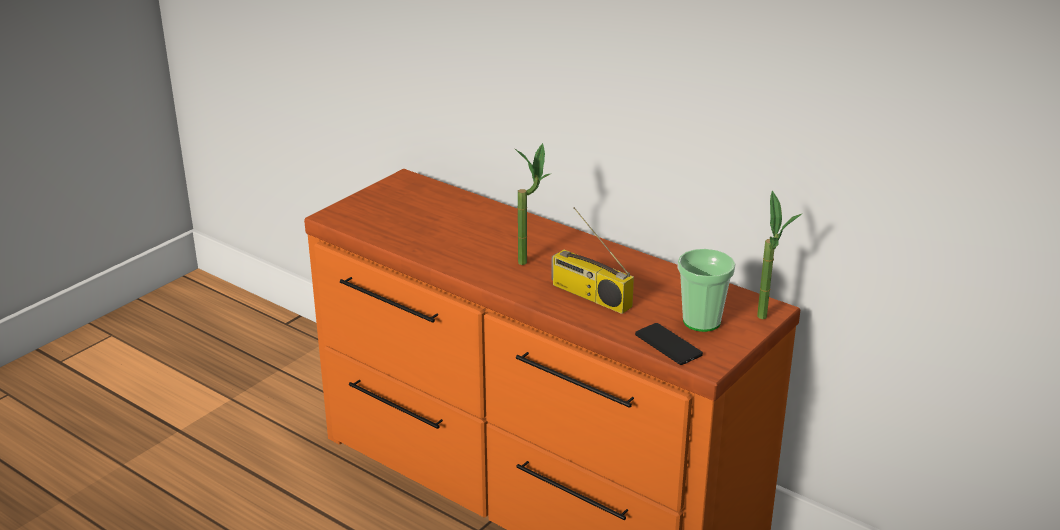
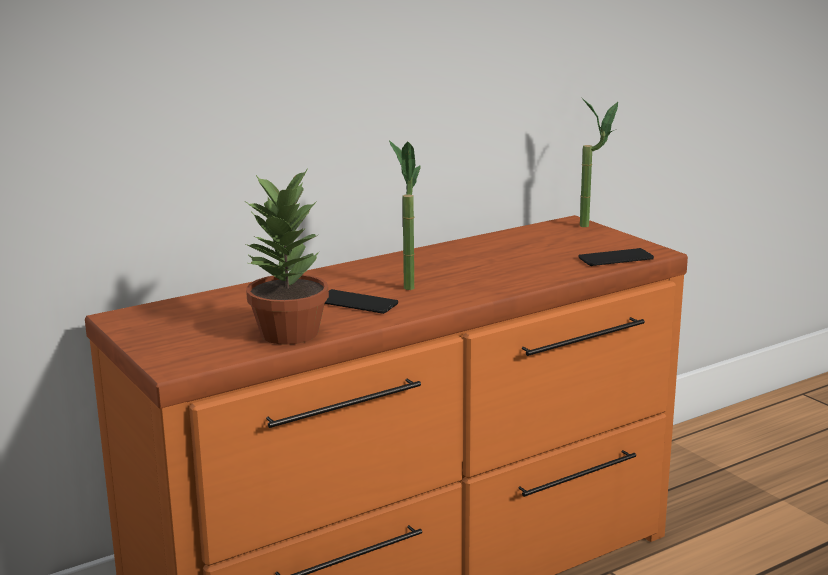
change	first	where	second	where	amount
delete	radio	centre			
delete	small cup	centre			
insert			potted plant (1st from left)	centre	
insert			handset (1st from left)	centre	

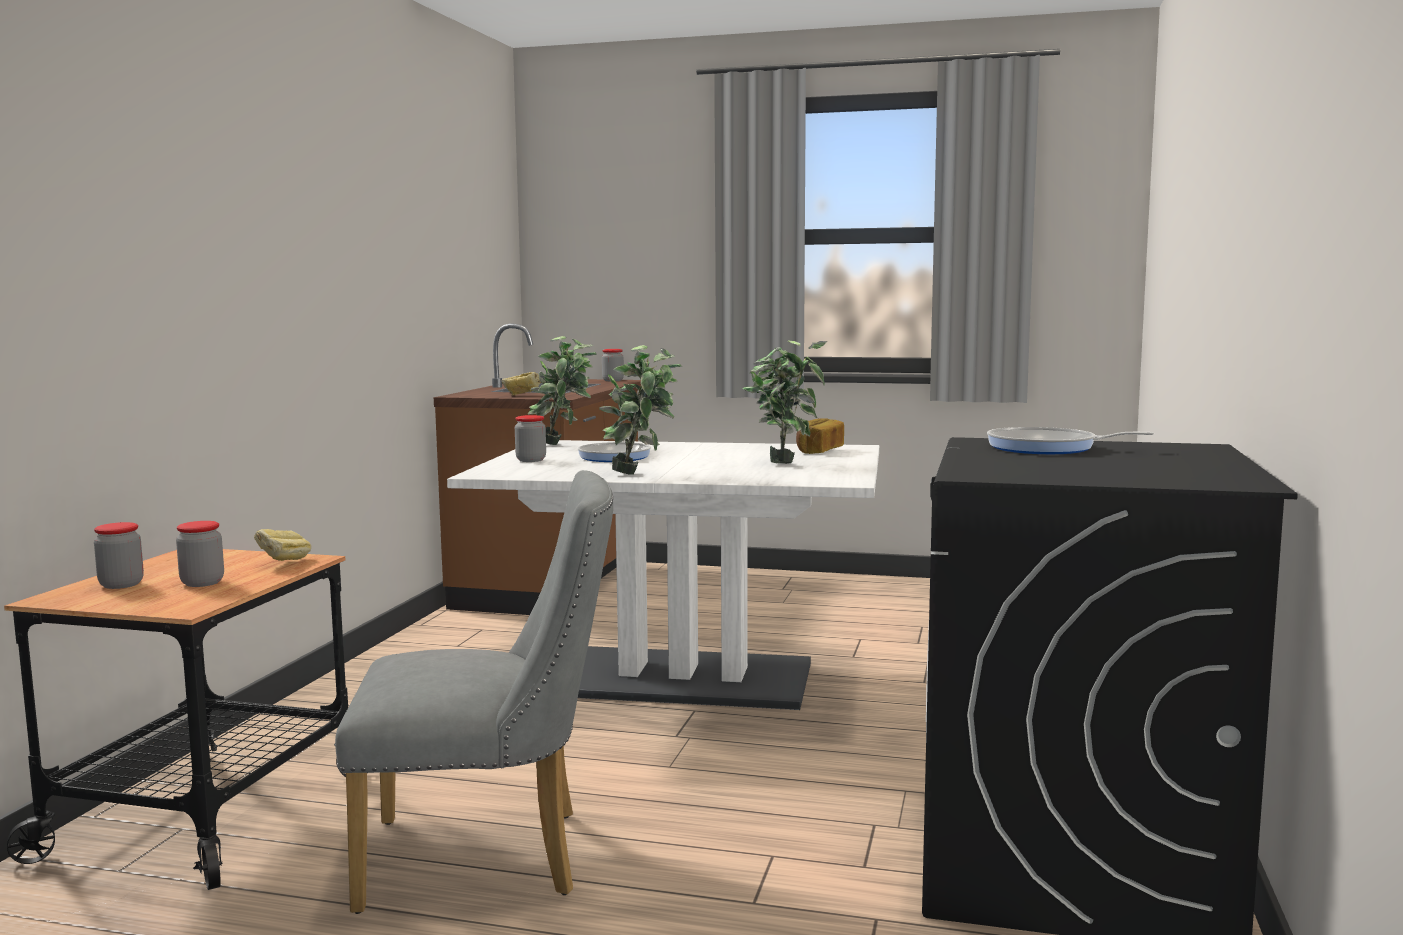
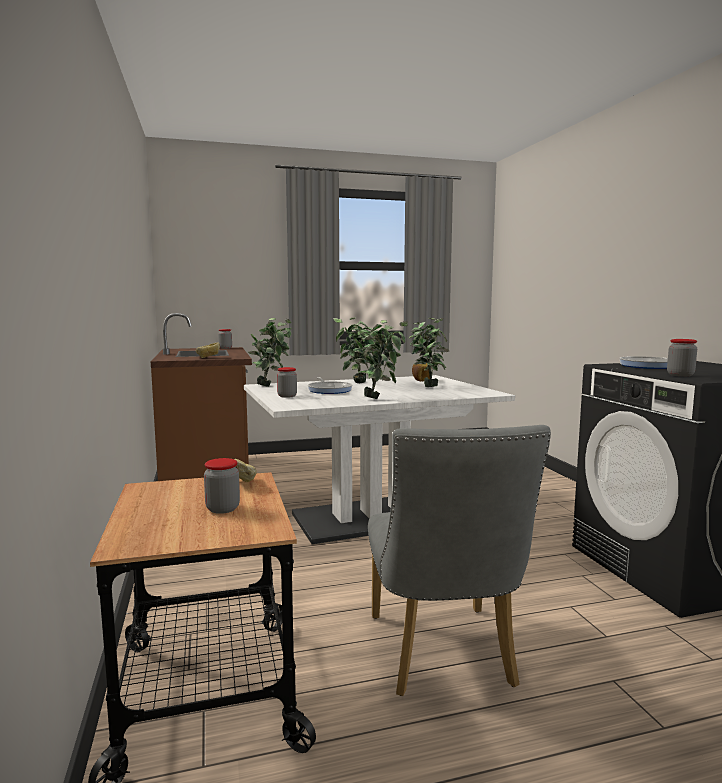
change	first	where	second	where	amount
rotate	upright chair/gray	bottom centre		bottom centre	120 degrees clockwise
move	preserve jar (1st from left in the first image)	middle left	preserve jar (4th from left)	middle right	
insert			potted plant (2nd from left)	centre	

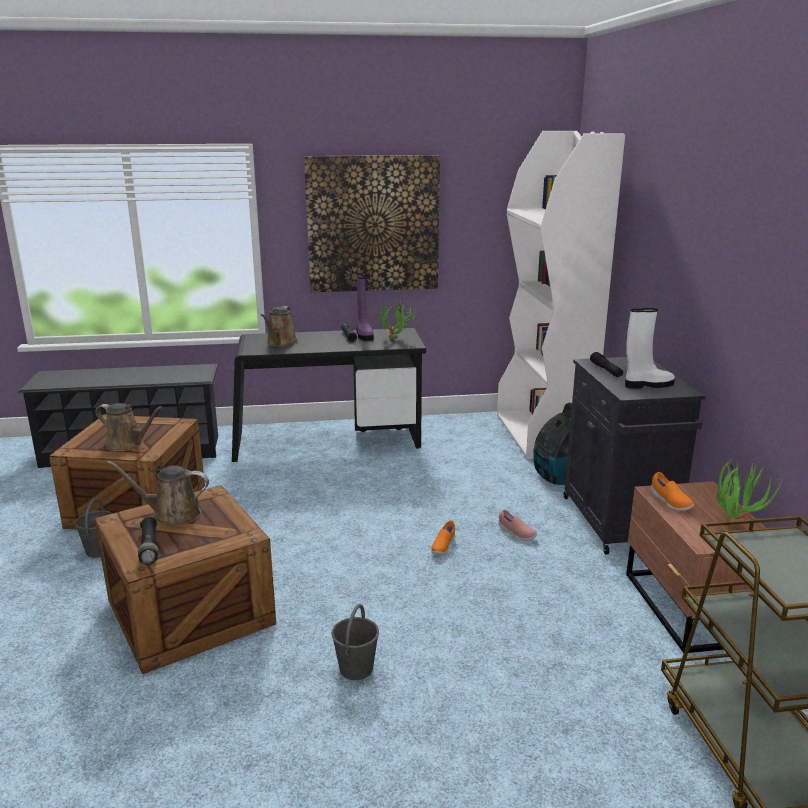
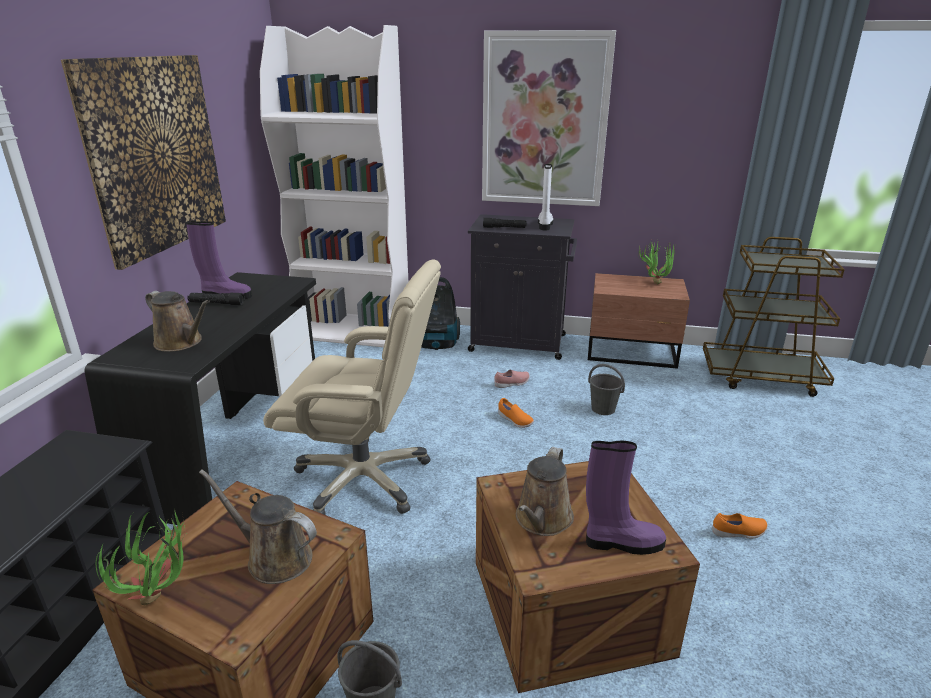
change	first	where	second	where	amount
move	potted plant (1st from left)	centre		bottom left	
rotate	watering can/brownish (1st from left in the first image)	middle left	watering can/brownish (2nd from left)	bottom left	105 degrees counterclockwise
move	low shoe/orange (2nd from left)	middle right		bottom right	
replace	hand torch/blackish (1st from left)	bottom left	high-top boot/purple (2nd from left)	bottom right	
move	water bucket/gray (2nd from left)	bottom centre		centre	
insert			wall art (2nd from left)	top centre	
insert			office chair/sand-coloured	centre	

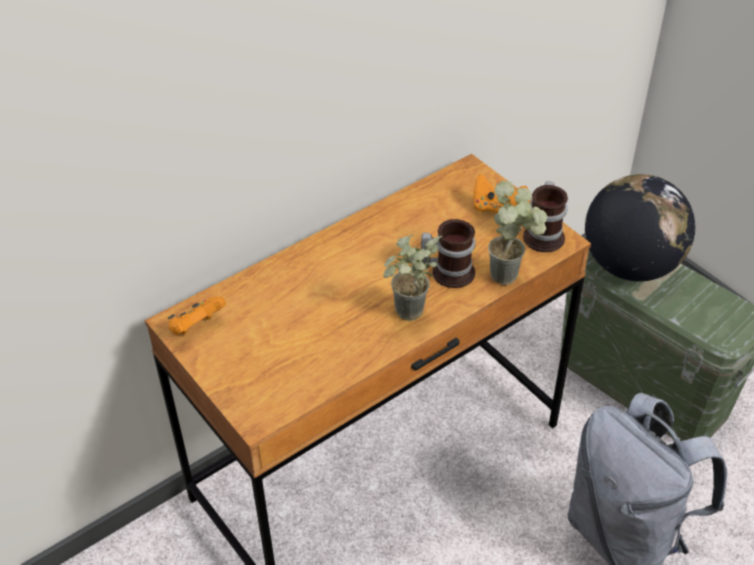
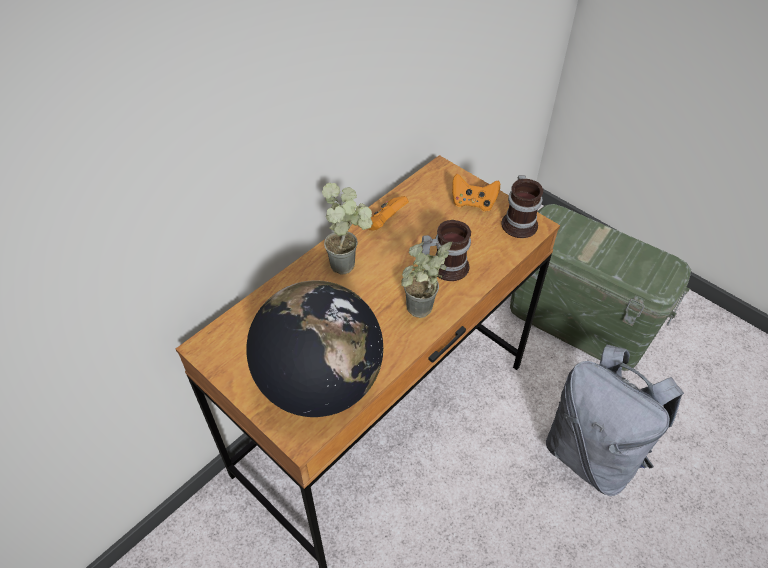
change	first	where	second	where	amount
move	globe	middle right		centre	
move	potted plant (2nd from left in the first image)	middle right	potted plant (1st from left)	centre	
move	gamepad/orange (1st from left)	middle left		centre	

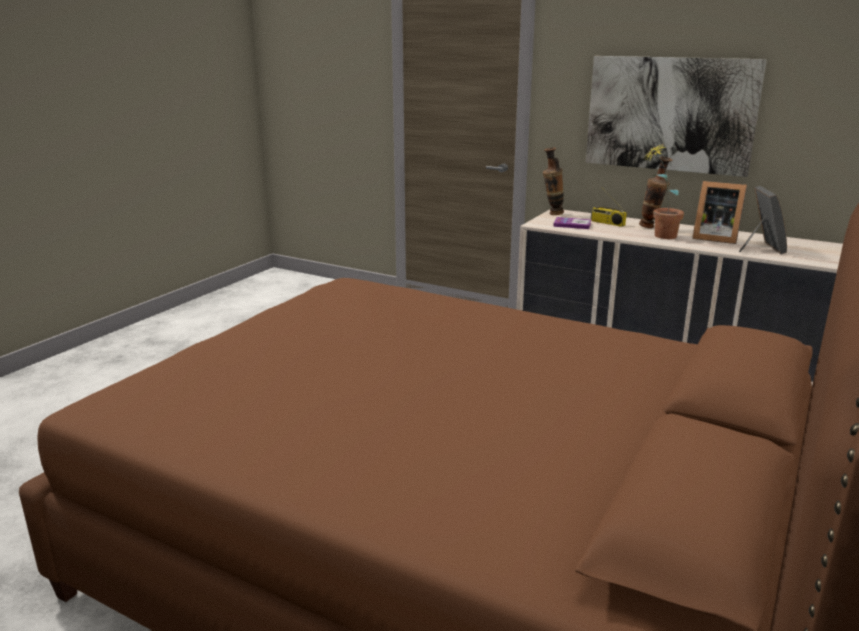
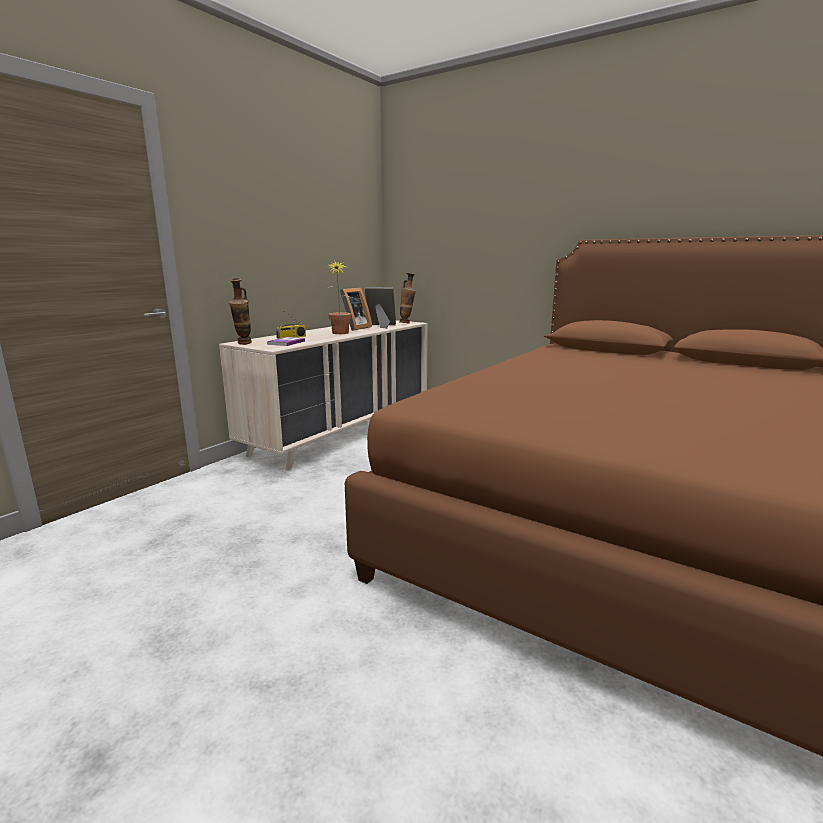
change	first	where	second	where	amount
delete	wall art	top right			
move	flower vase (2nd from left)	top right		centre	

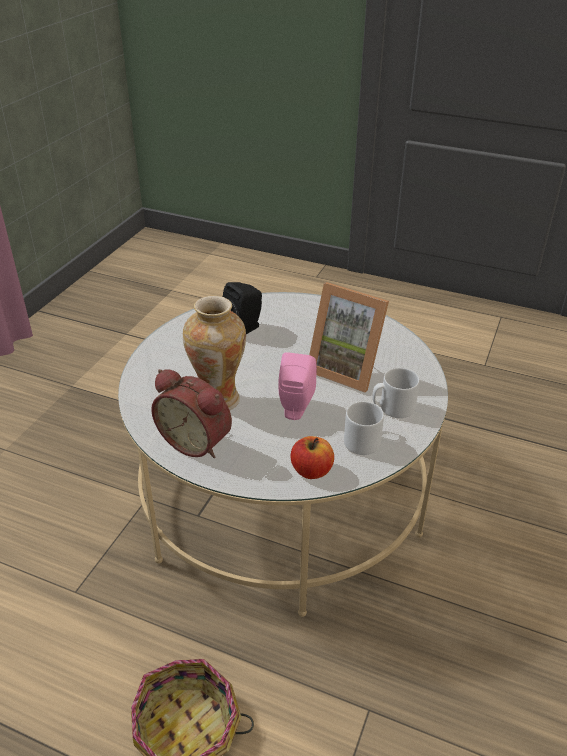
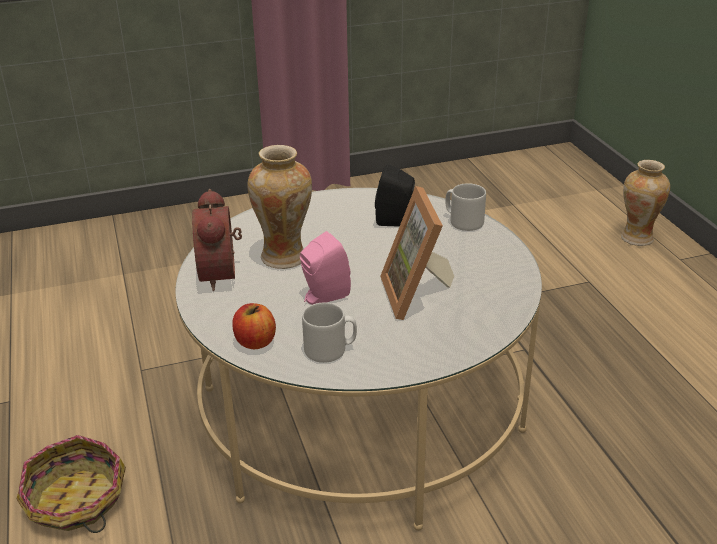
change	first	where	second	where	amount
move	coffee mug/gray (2nd from left)	middle right		centre	
insert			flower vase (2nd from left)	middle right	

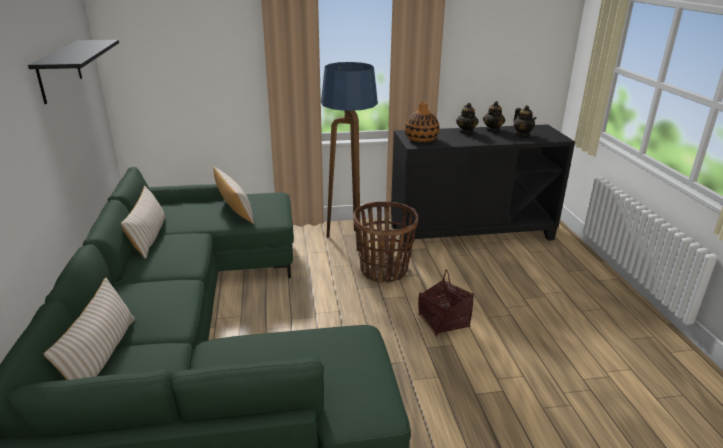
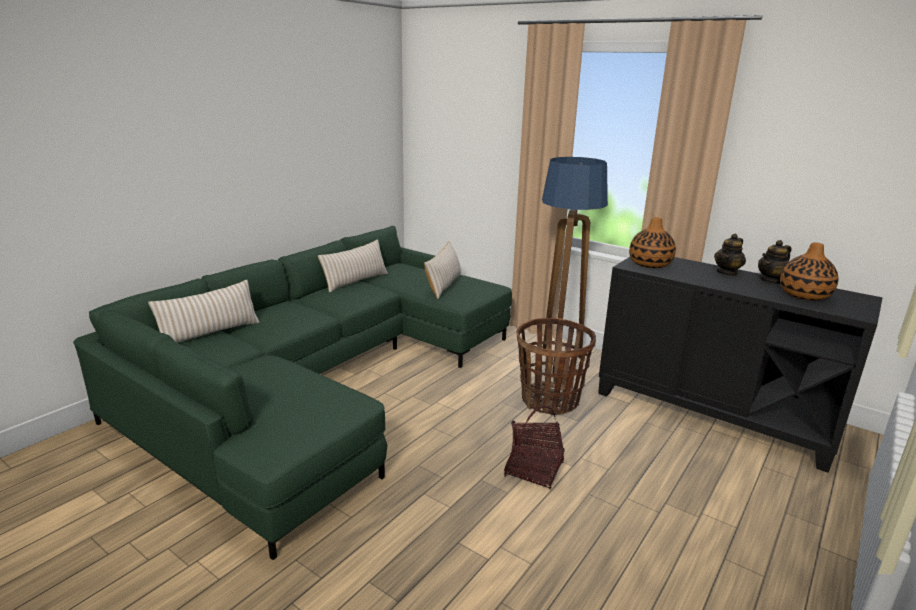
change	first	where	second	where	amount
delete	shelf/blackish	top left			
replace	teapot (3rd from left)	top right	flower vase (2nd from left)	middle right	

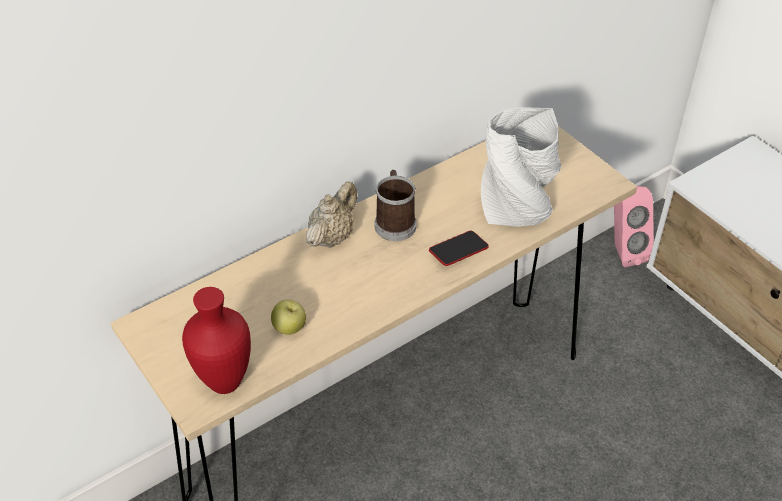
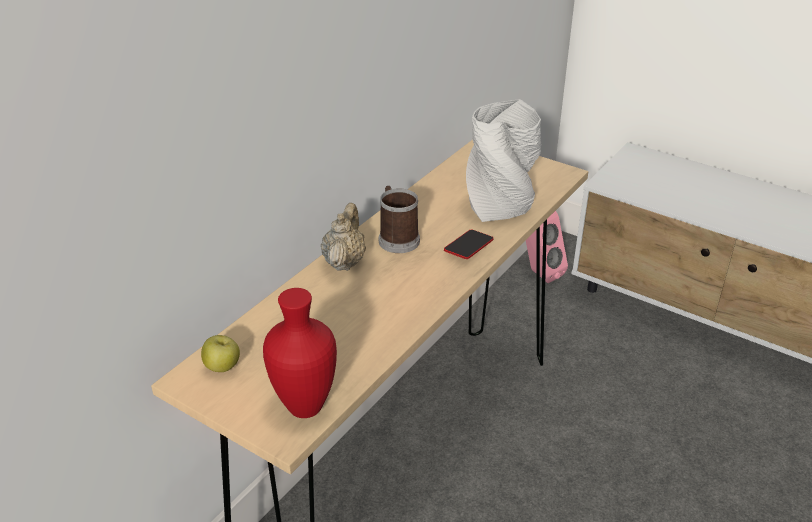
change	first	where	second	where	amount
move	apple	centre		bottom left	

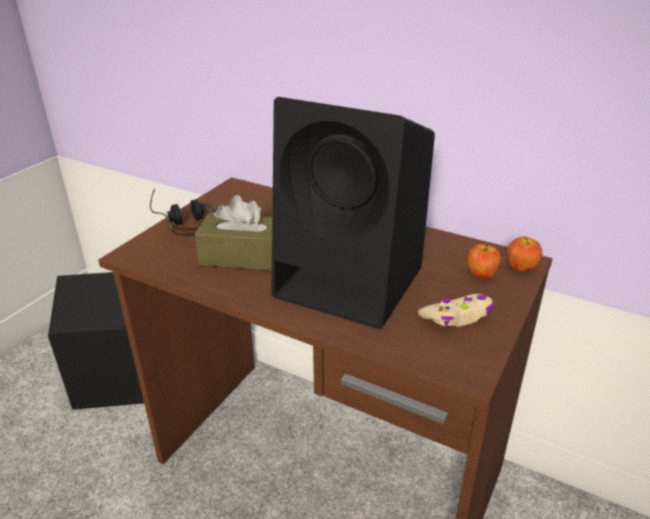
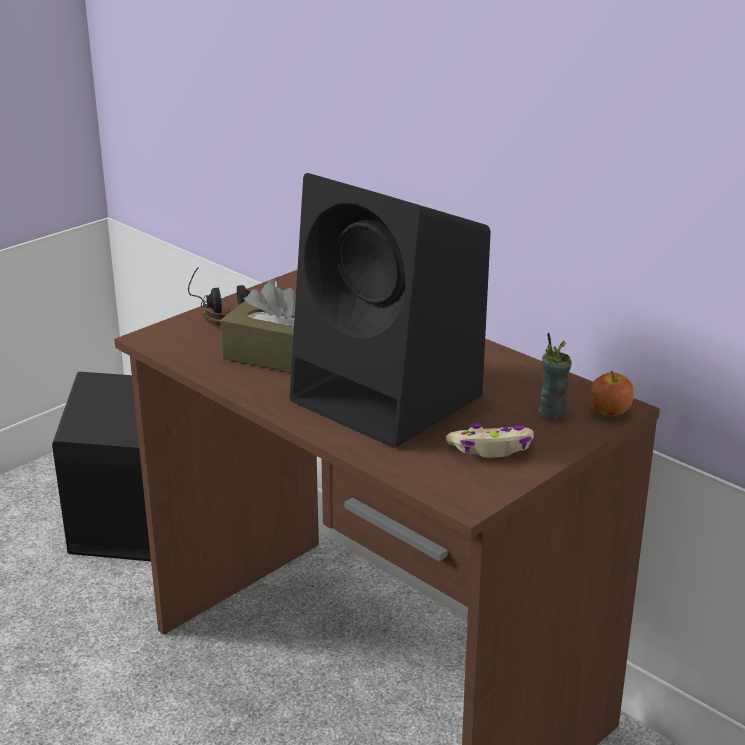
change	first	where	second	where	amount
replace	apple (1st from left)	middle right	small cup	middle right	

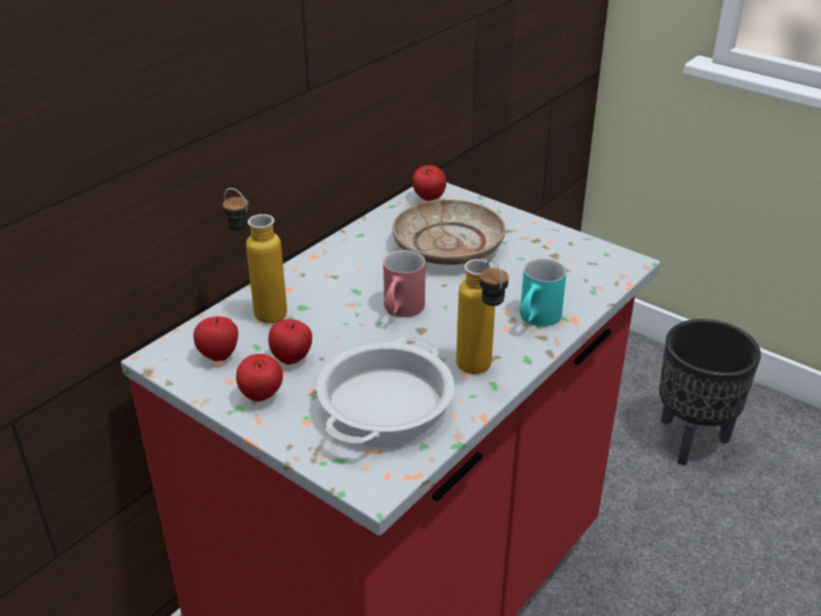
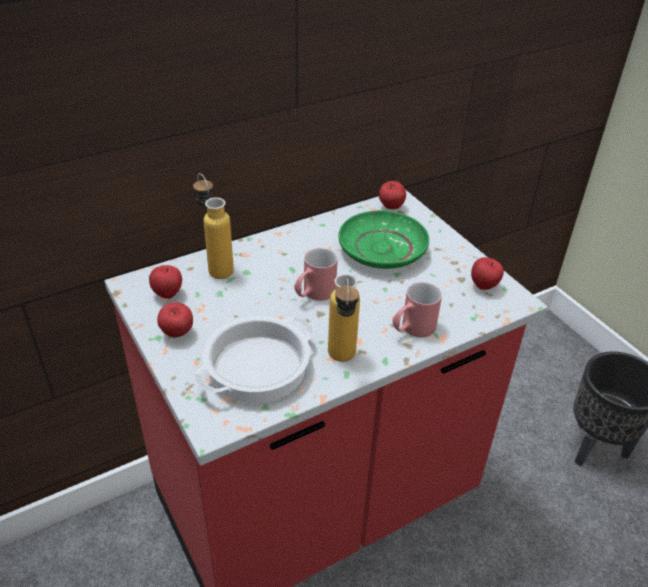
change	first	where	second	where	amount
recolor	plate/sand-coloured	centre	plate/green-coloured	centre	
recolor	coffee mug/turquoise	centre	coffee mug/reddish (2nd from left)	centre	
move	apple (3rd from left in the first image)	centre	apple (4th from left)	middle right	

